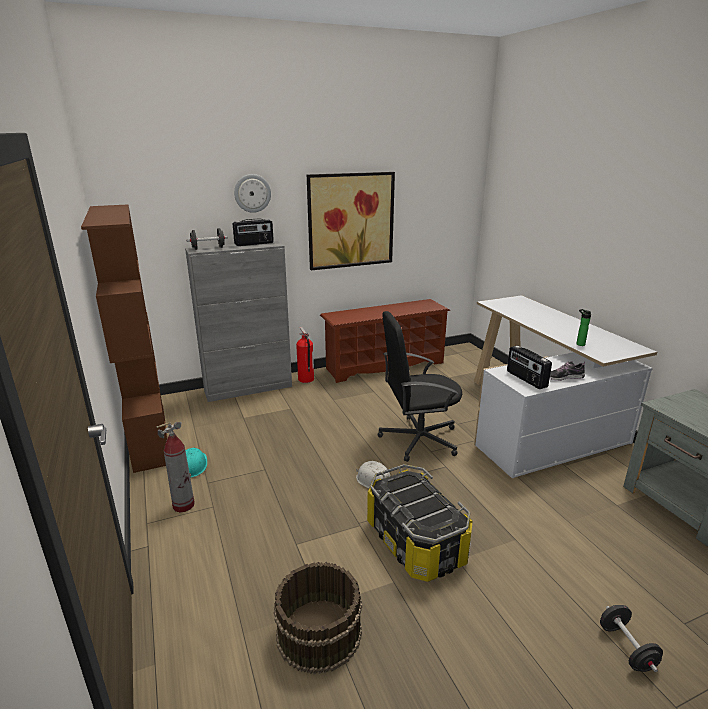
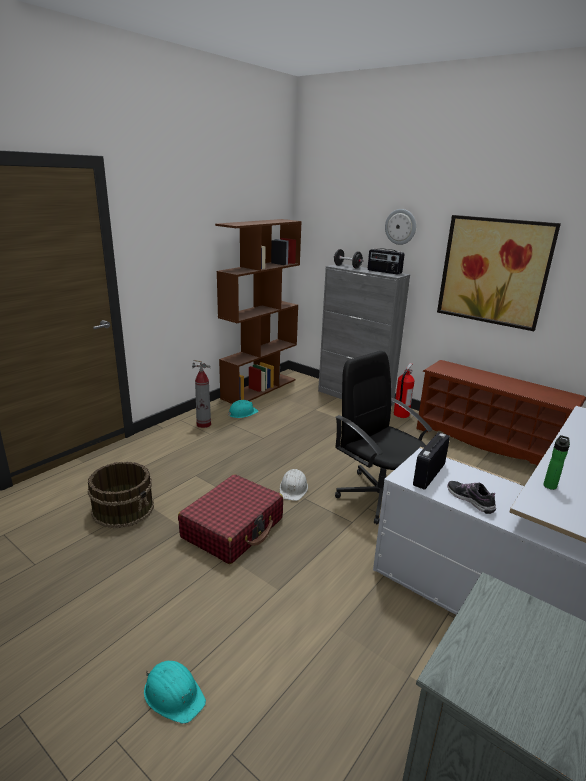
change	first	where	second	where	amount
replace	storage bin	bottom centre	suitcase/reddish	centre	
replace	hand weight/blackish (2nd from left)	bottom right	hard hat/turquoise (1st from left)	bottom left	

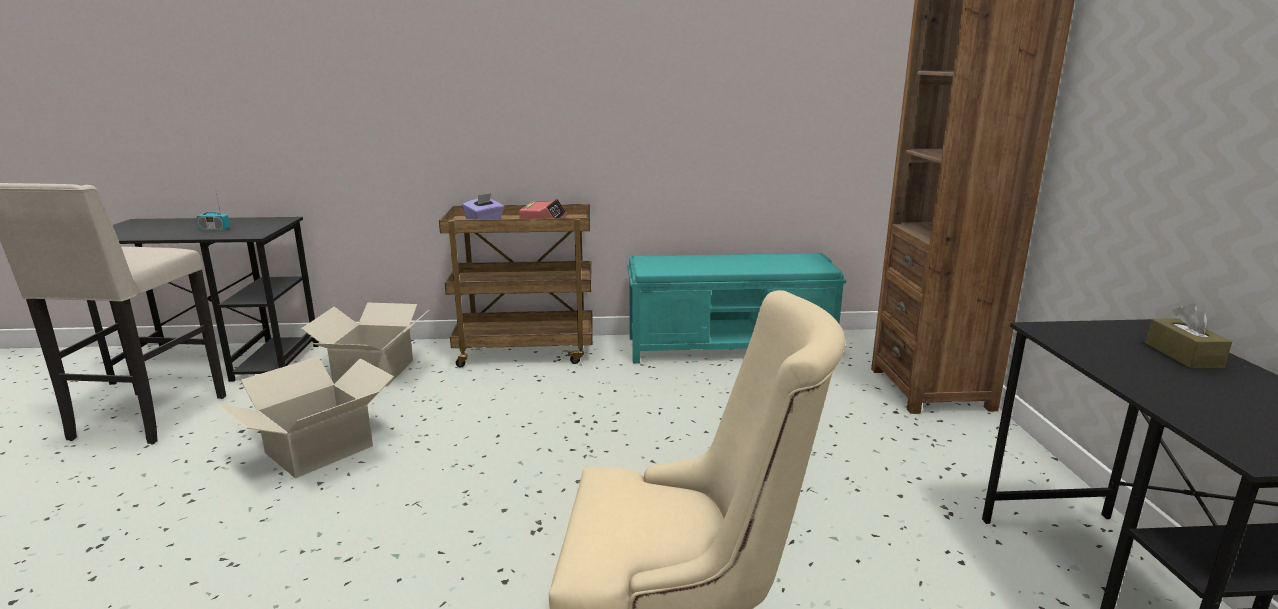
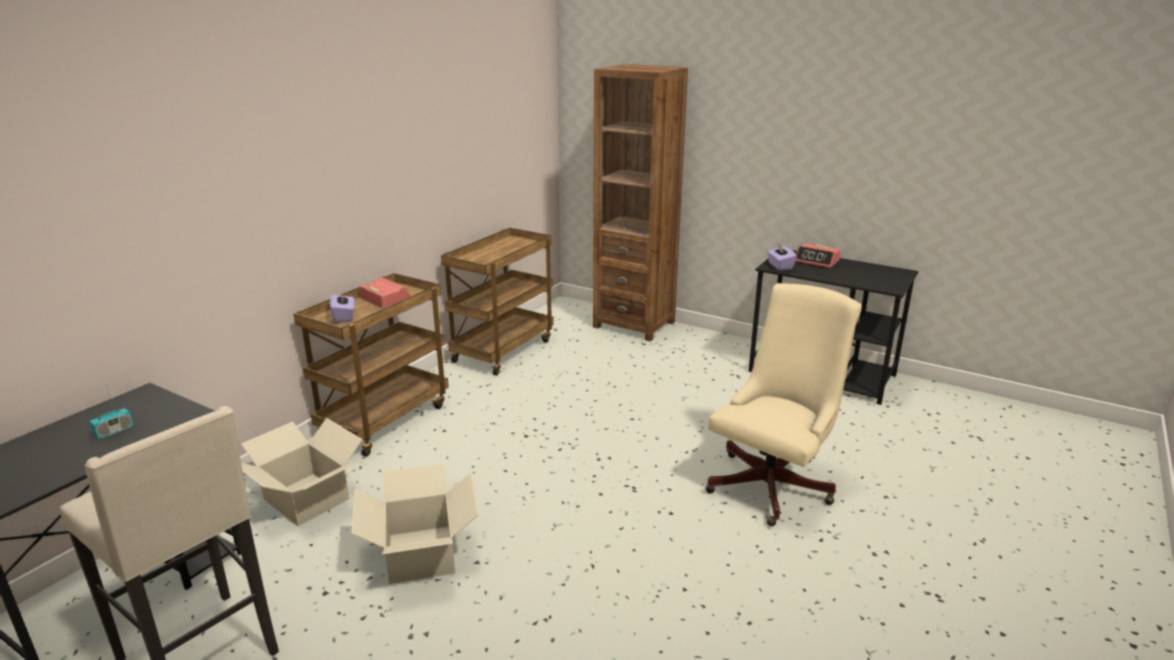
change	first	where	second	where	amount
replace	indoor bench/turquoise	centre	cart/brownish (2nd from left)	centre	
replace	box of tissues/brownish	middle right	alarm clock (2nd from left)	middle right	
insert			box of tissues/purple (2nd from left)	centre	

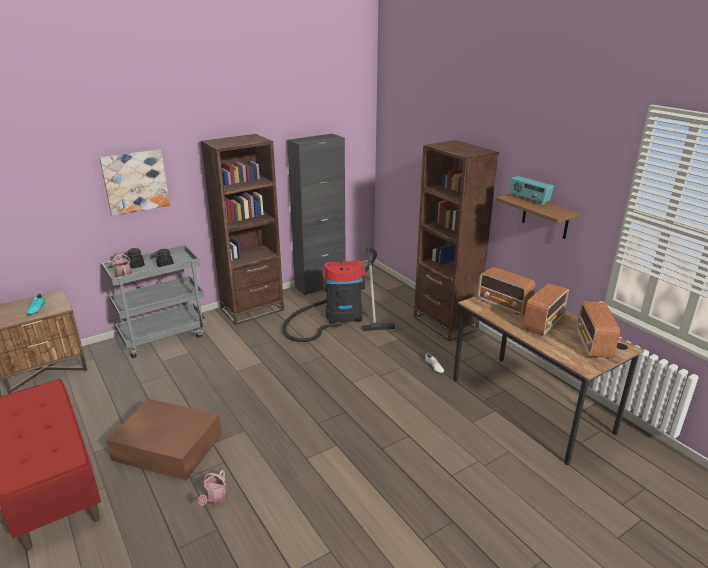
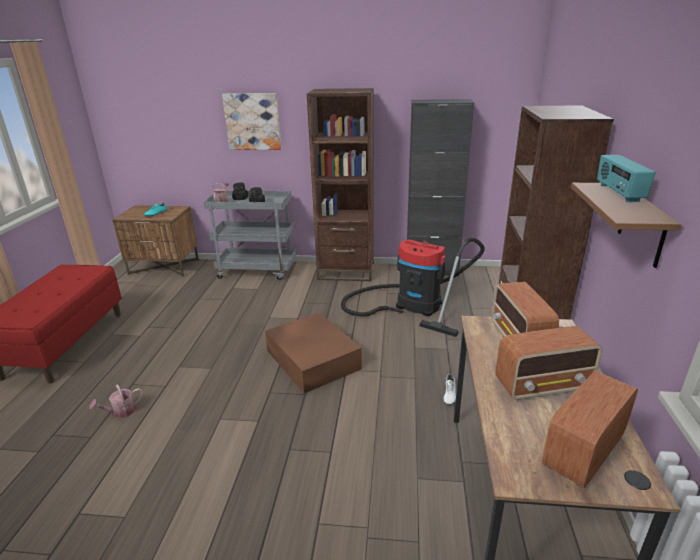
change	first	where	second	where	amount
move	storage bin/brownish	bottom left		centre	

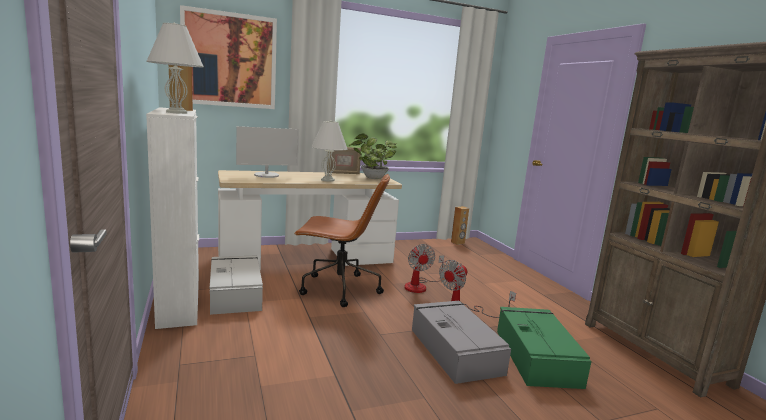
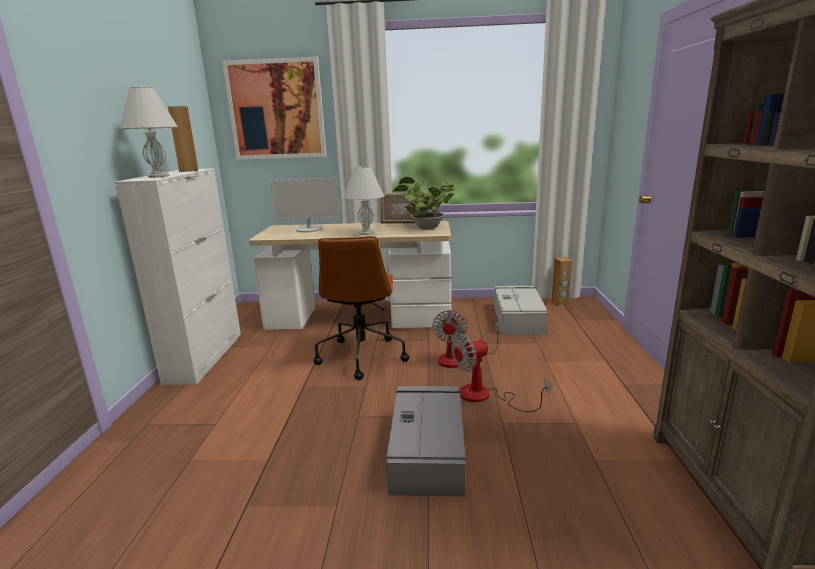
change	first	where	second	where	amount
rotate	office chair/brownish	centre		centre	60 degrees clockwise
move	storage bin/gray (1st from left in the first image)	bottom left	storage bin/gray (2nd from left)	centre	
delete	storage bin/green-coloured	bottom right			

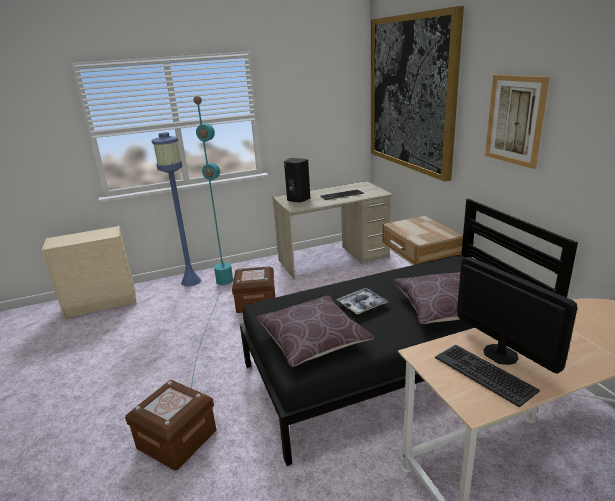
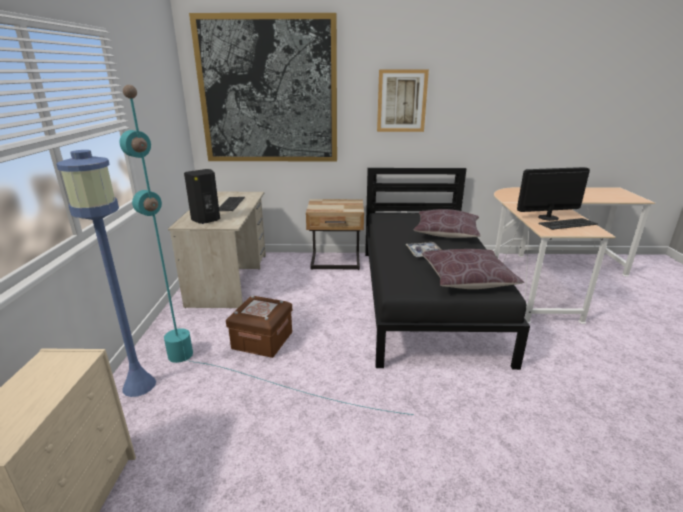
change	first	where	second	where	amount
delete	storage bin/brownish (1st from left)	bottom left			

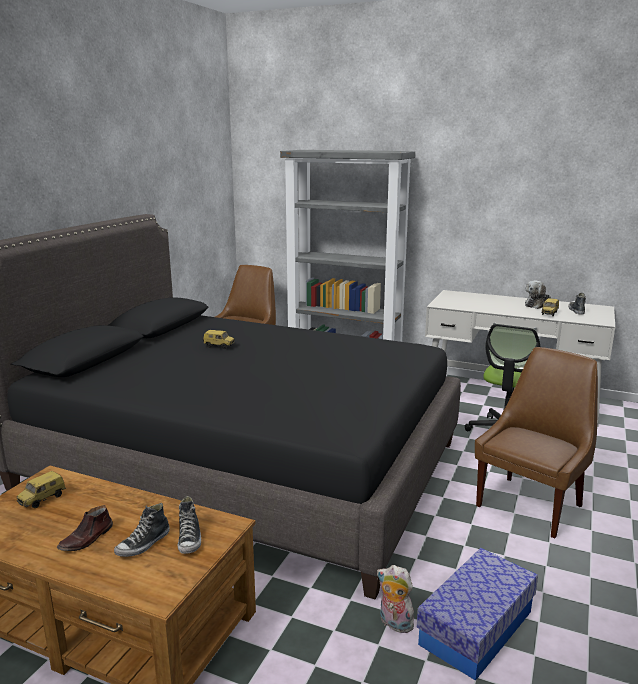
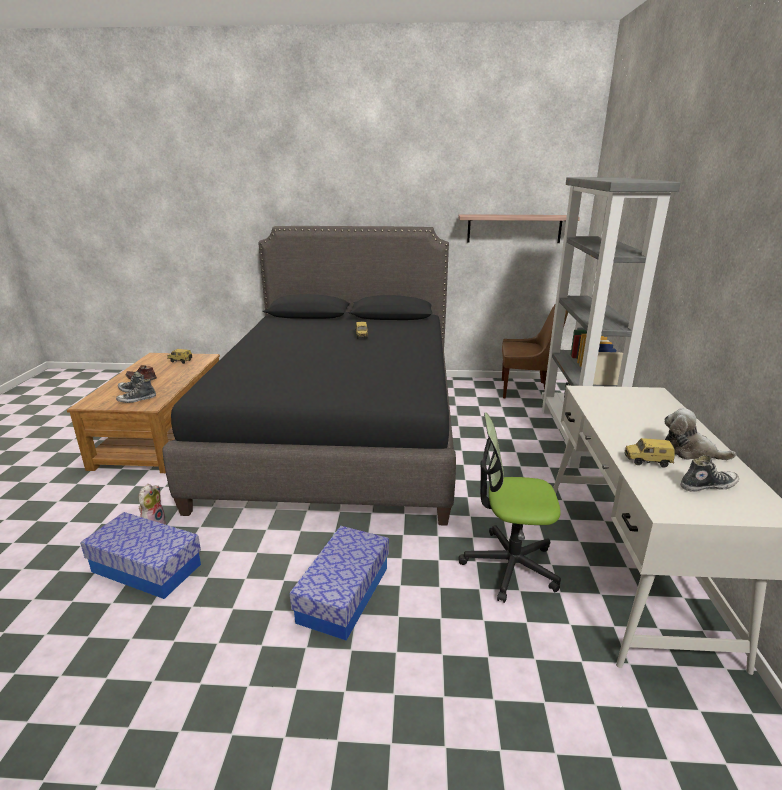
change	first	where	second	where	amount
replace	upright chair/brownish (2nd from left)	middle right	storage bin (2nd from left)	bottom centre	
insert			shelf	top centre	

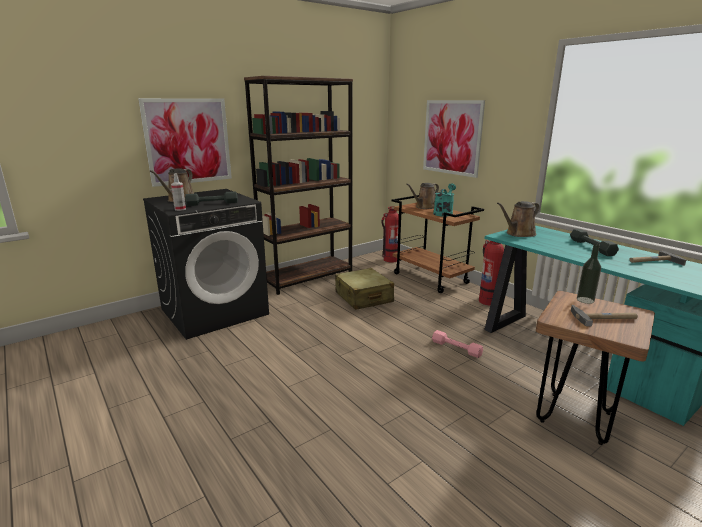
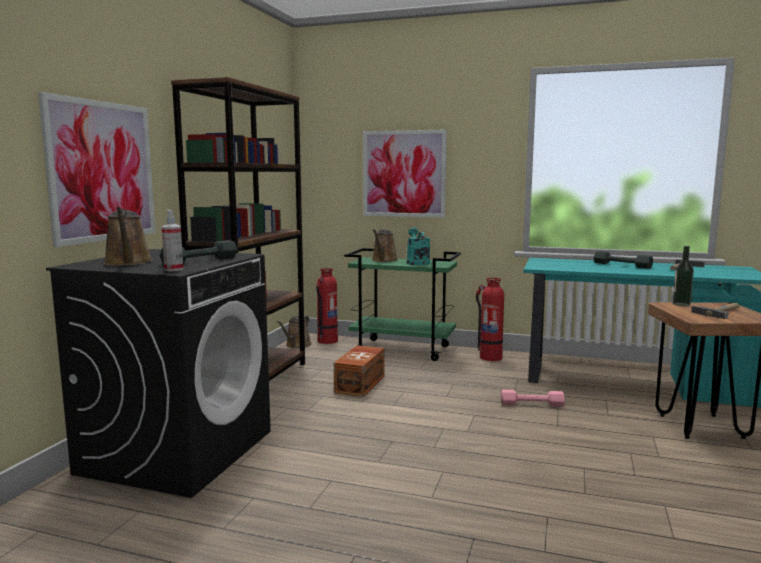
change	first	where	second	where	amount
recolor	cart/brownish	centre	cart/green-coloured	centre	
move	watering can/brownish (3rd from left in the first image)	middle right	watering can/brownish (2nd from left)	centre	
replace	suitcase/sand-coloured	centre	storage bin/brownish	centre	

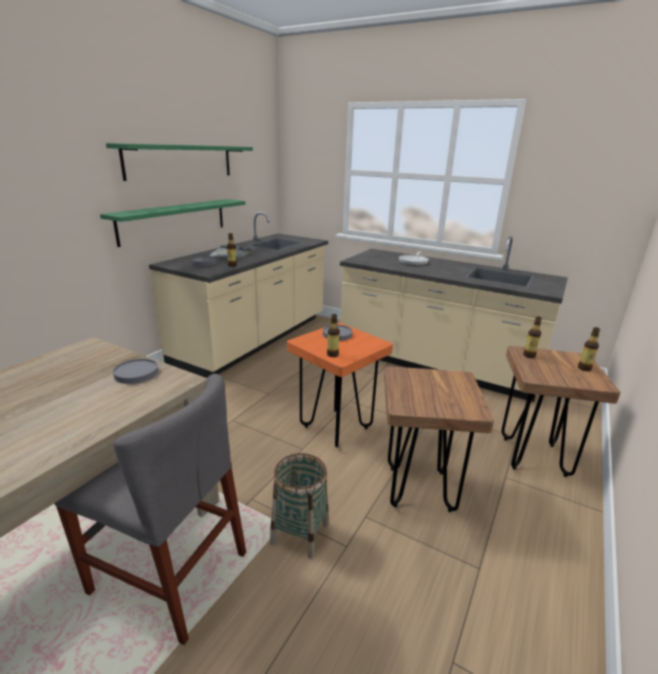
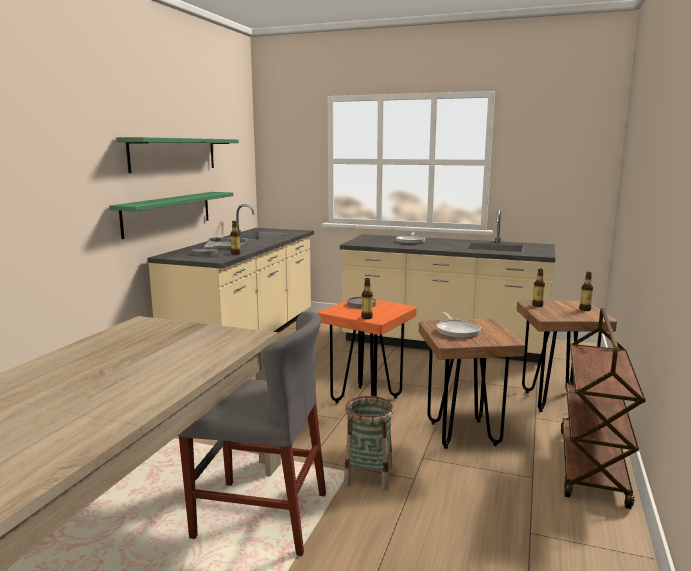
change	first	where	second	where	amount
delete	plate/gray (1st from left)	middle left			
insert			cart/brownish	bottom right	
insert			pan (2nd from left)	centre	

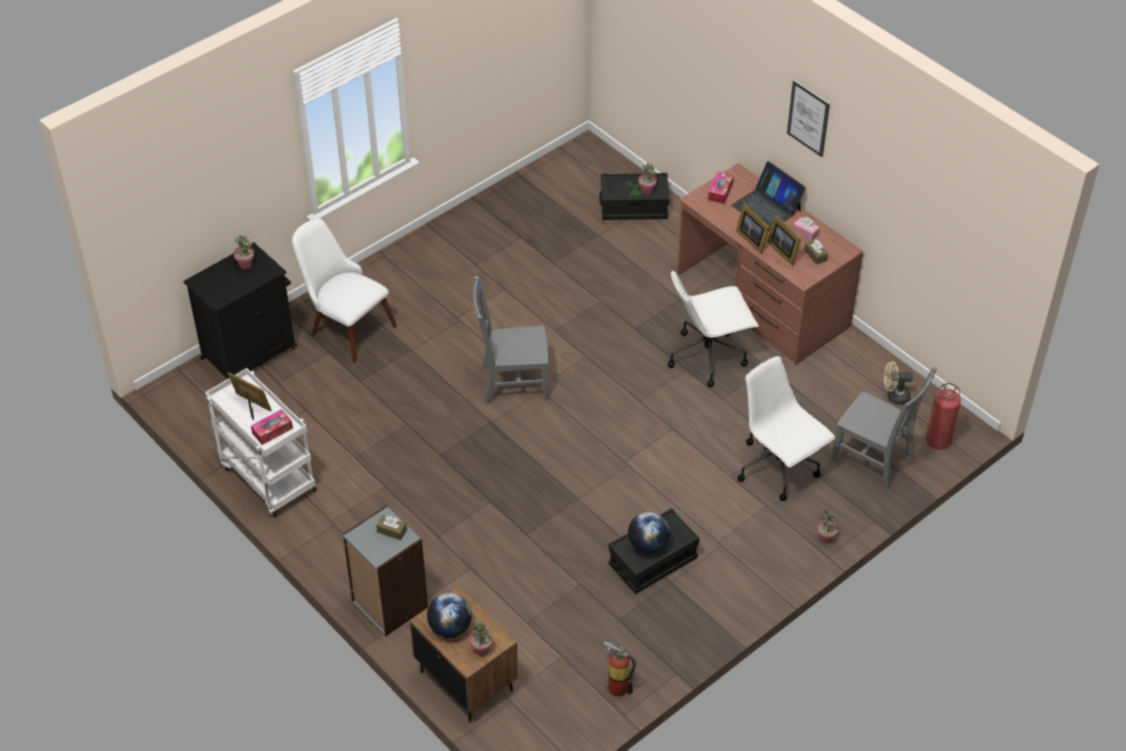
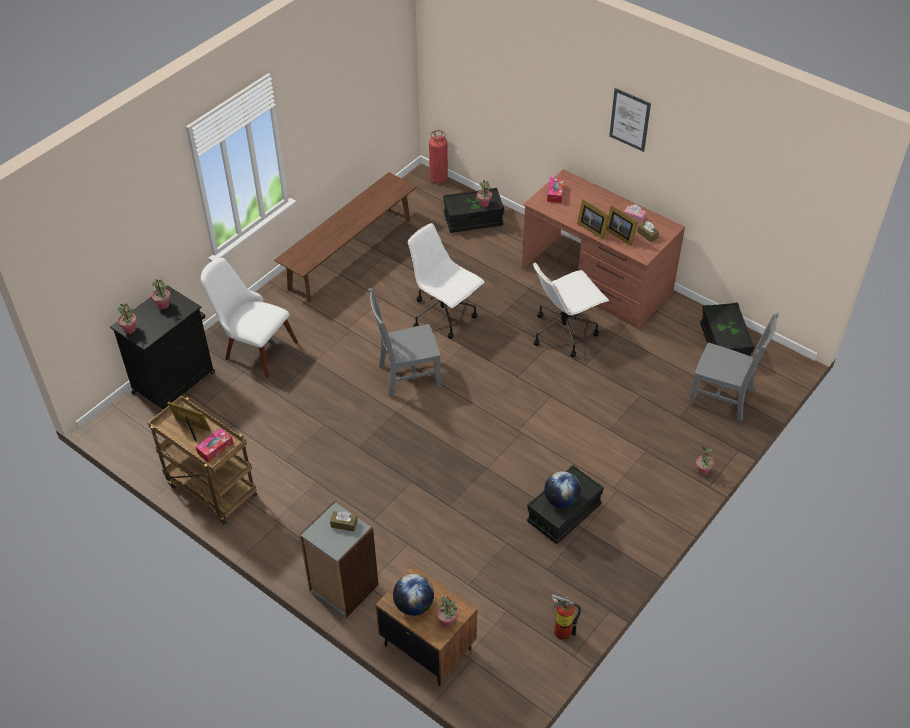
change	first	where	second	where	amount
delete	laptop	top right			
move	office chair/white-coloured (2nd from left in the first image)	middle right	office chair/white-coloured (1st from left)	centre	
replace	electric fan/sand-coloured	middle right	storage bin/blackish (3rd from left)	middle right	
recolor	cart/white-coloured	middle left	cart/brownish	middle left	
move	fire extinguisher (2nd from left in the first image)	middle right	fire extinguisher (1st from left)	top centre	
insert			indoor bench/brownish	top centre	
insert			potted plant (1st from left)	middle left	

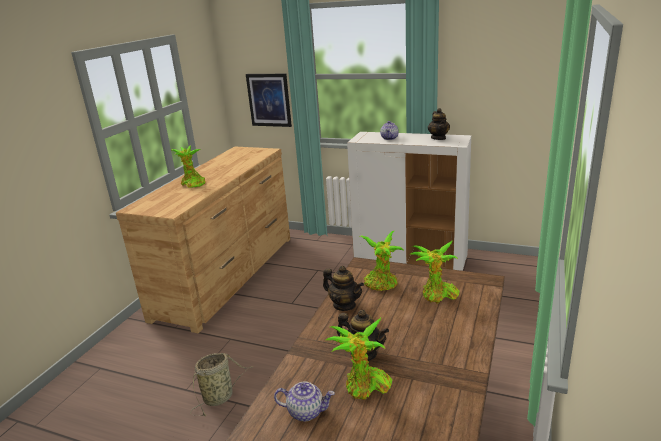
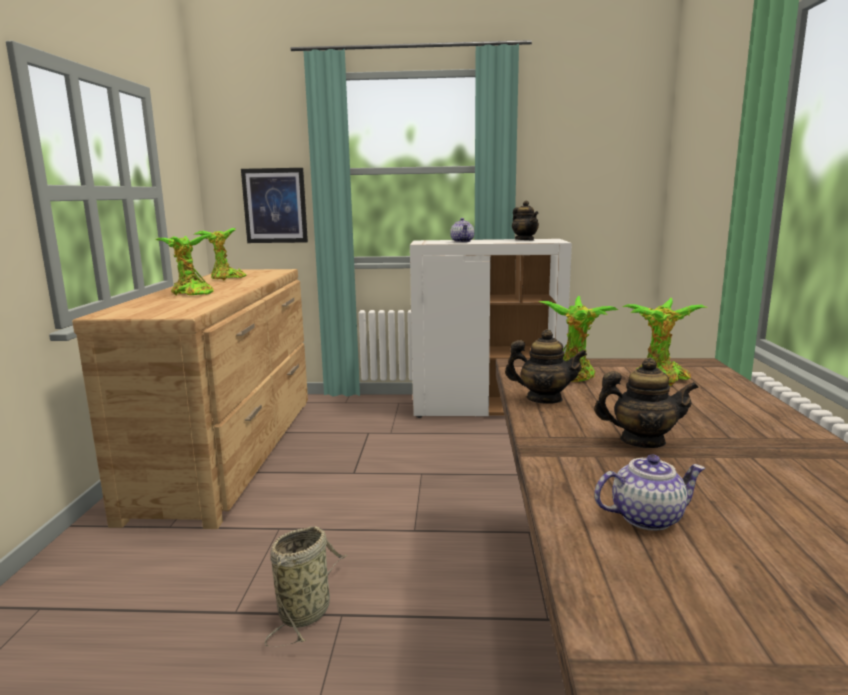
change	first	where	second	where	amount
move	potted plant (2nd from left)	bottom centre		middle left	

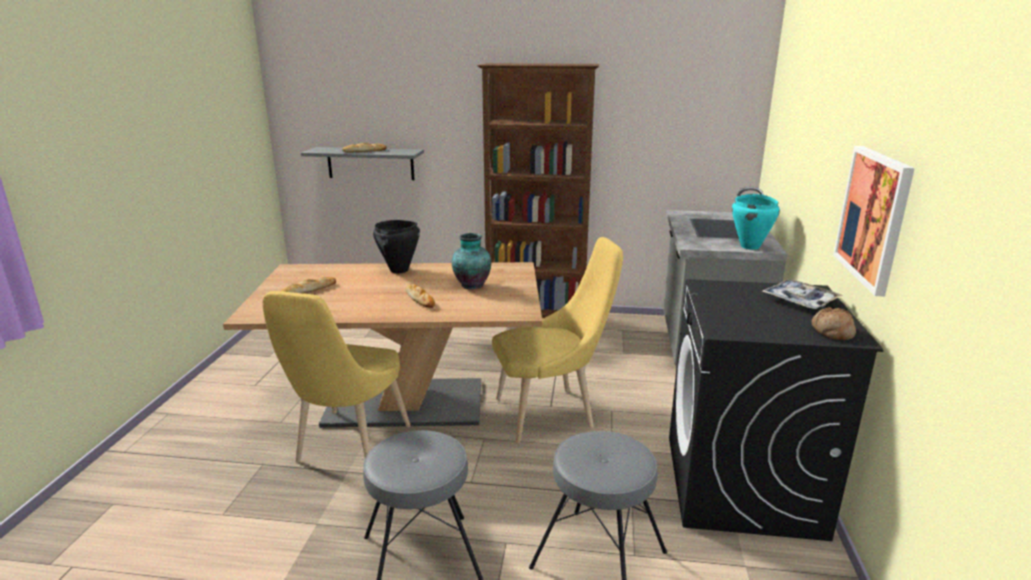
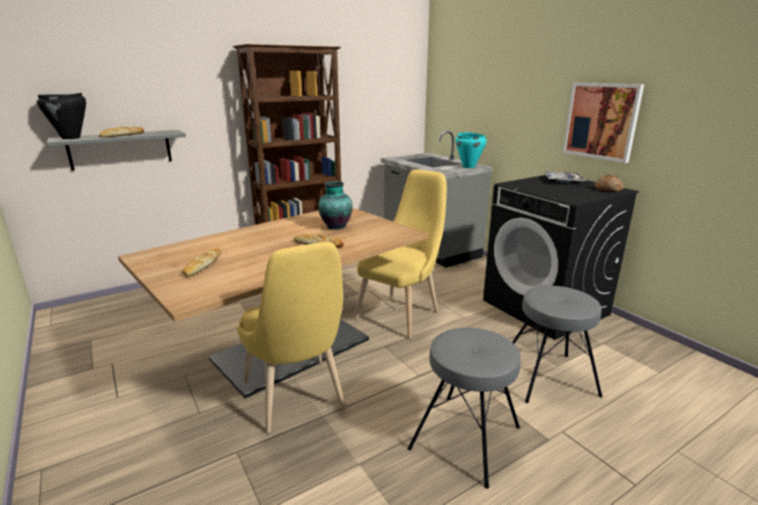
change	first	where	second	where	amount
move	saucepot/blackish	centre		top left	

